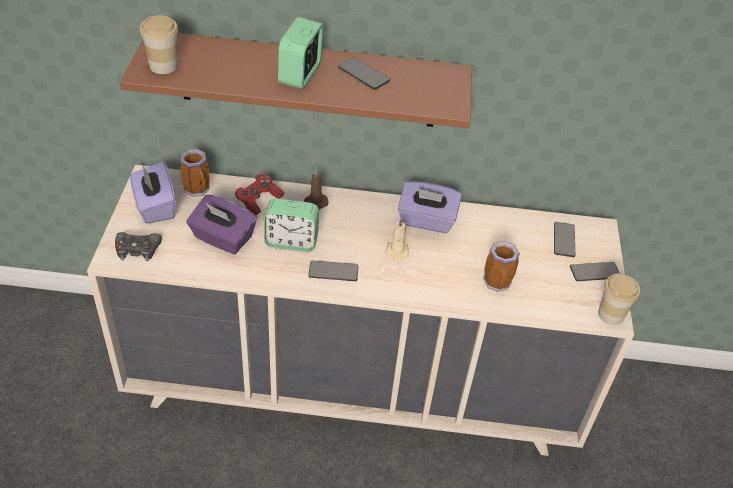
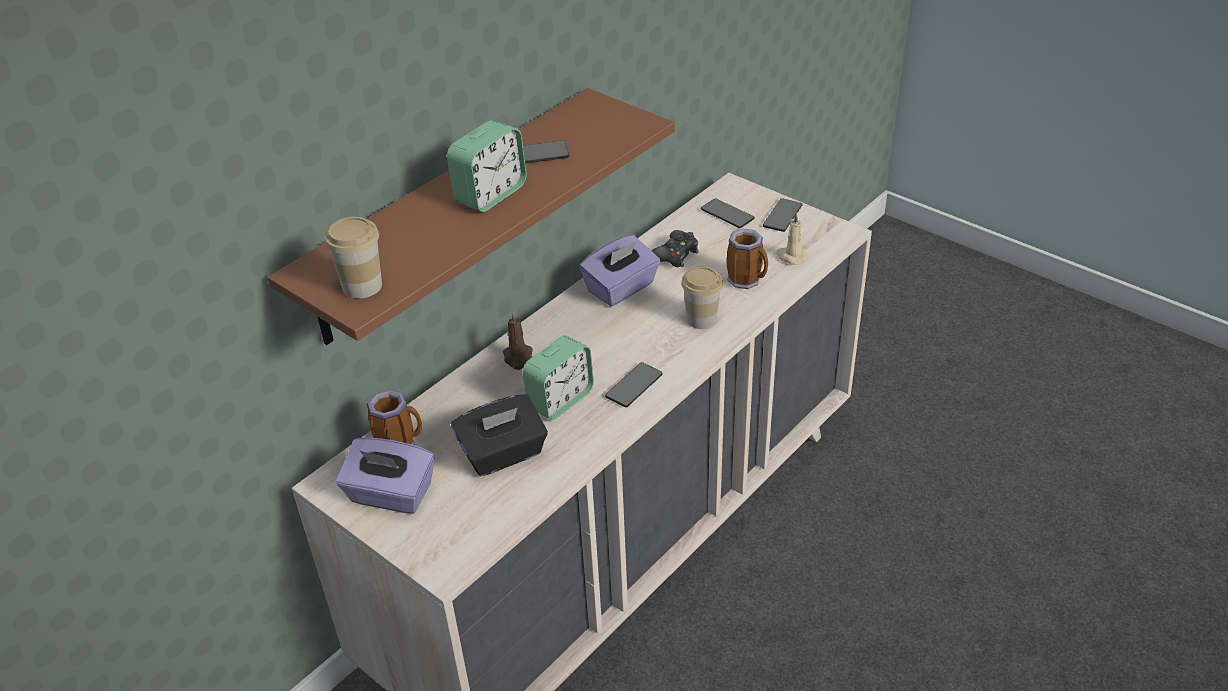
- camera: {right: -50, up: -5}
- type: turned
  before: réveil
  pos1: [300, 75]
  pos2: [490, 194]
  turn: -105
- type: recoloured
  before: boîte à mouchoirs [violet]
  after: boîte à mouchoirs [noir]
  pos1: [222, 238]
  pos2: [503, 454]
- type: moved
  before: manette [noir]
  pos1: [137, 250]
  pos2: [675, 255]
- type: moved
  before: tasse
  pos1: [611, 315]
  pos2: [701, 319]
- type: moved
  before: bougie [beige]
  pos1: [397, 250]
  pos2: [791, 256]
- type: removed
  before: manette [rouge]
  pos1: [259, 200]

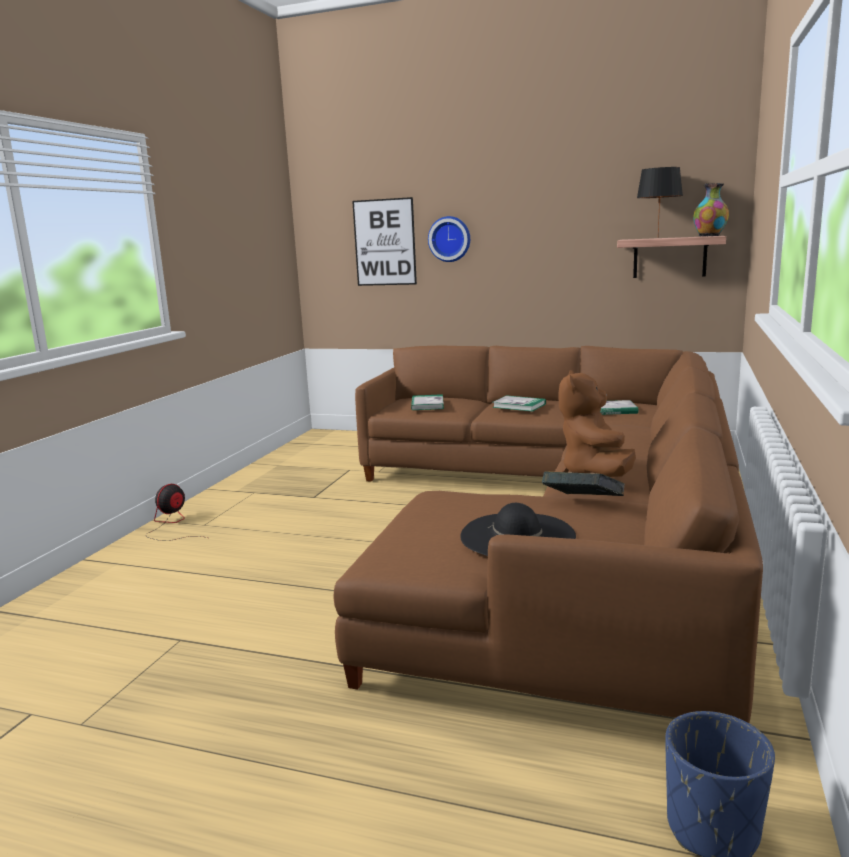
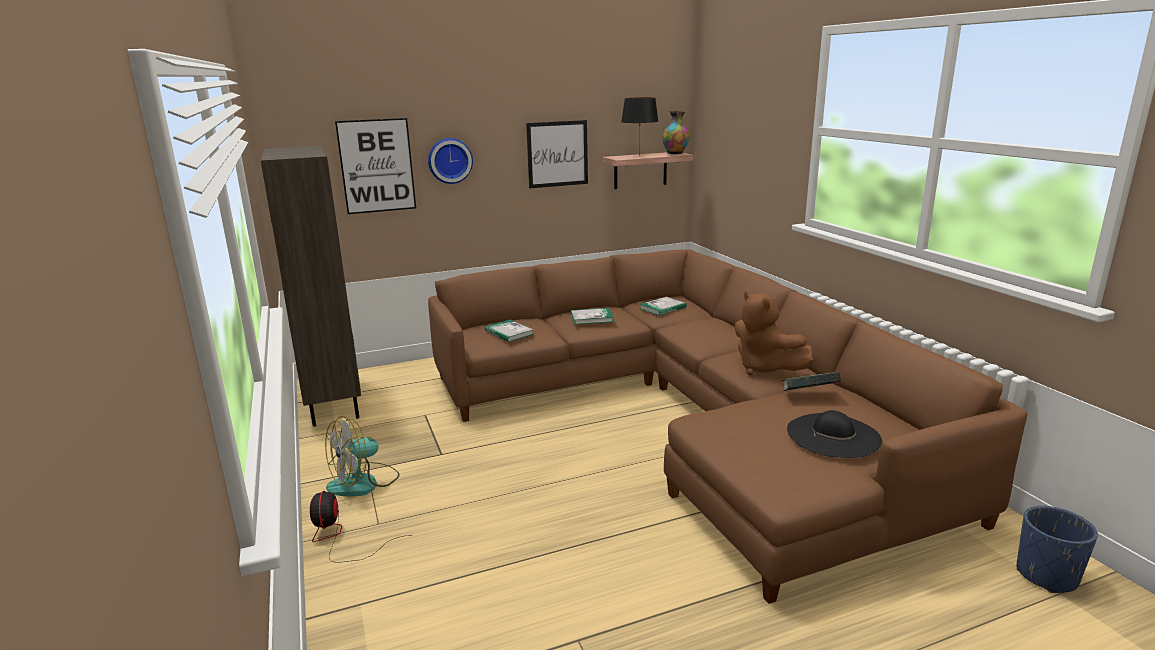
- camera: {right: -40, up: 5}
- type: added
  after: bibliothèque [marron]
  pos2: [332, 403]
- type: added
  after: ventilateur
  pos2: [364, 483]
- type: added
  after: tableau
  pos2: [557, 154]

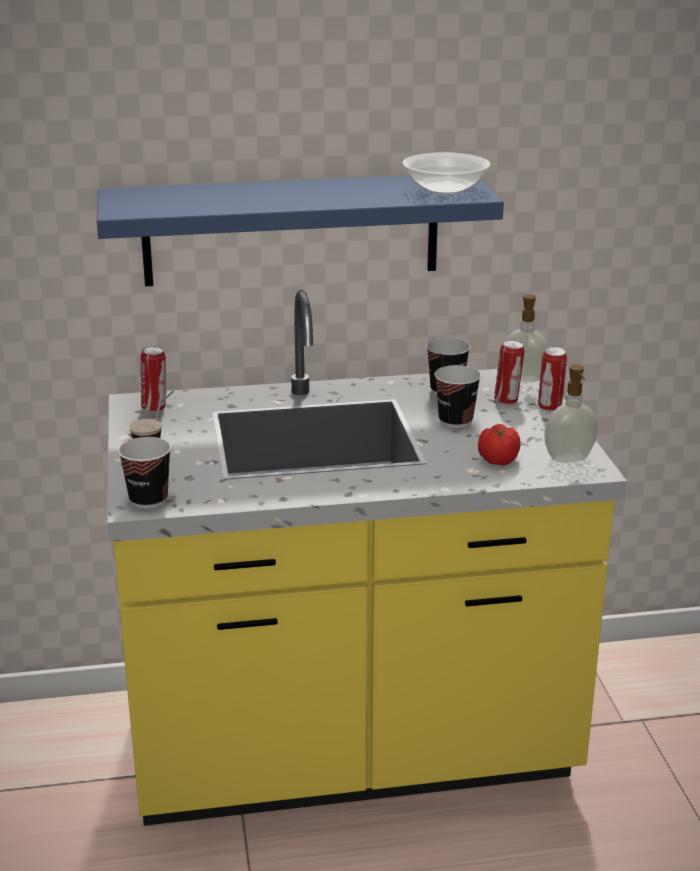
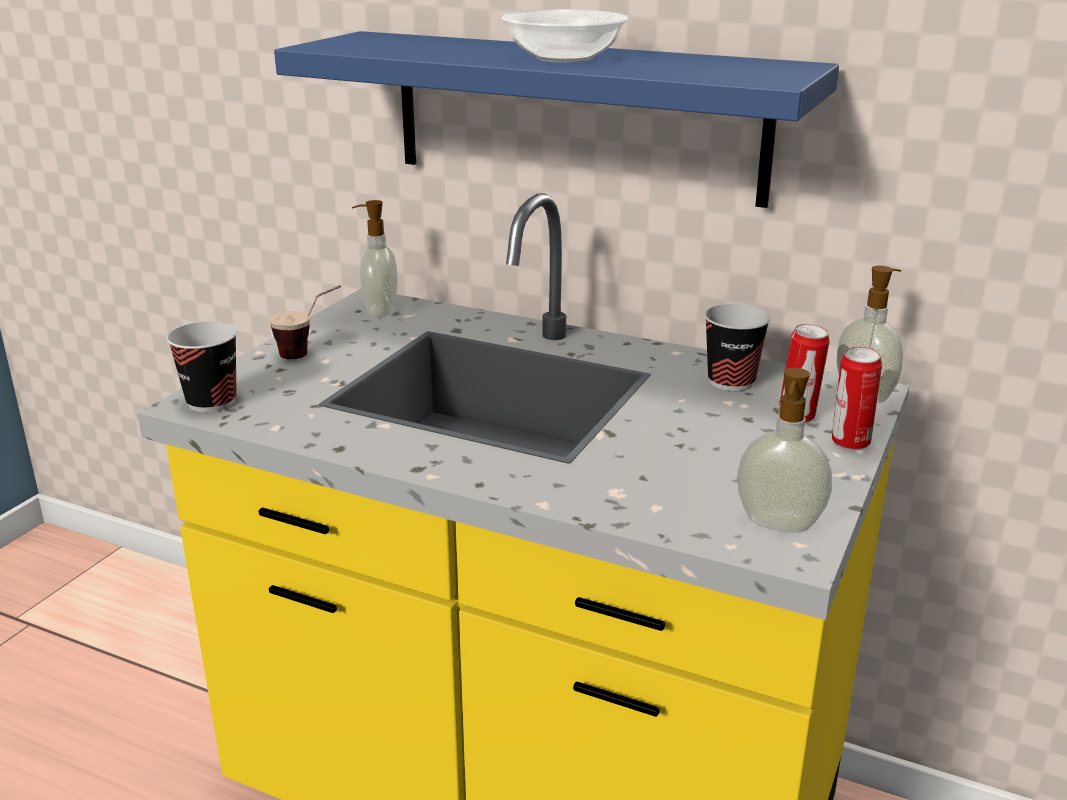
- camera: {right: 35, up: 0}
- type: replaced
  before: boîte métallique
  after: distributeur de savon
  pos1: [155, 408]
  pos2: [379, 311]
- type: moved
  before: bol
  pos1: [445, 189]
  pos2: [565, 58]
- type: removed
  before: tasse
  pos1: [455, 421]
- type: removed
  before: tomate
  pos1: [499, 460]

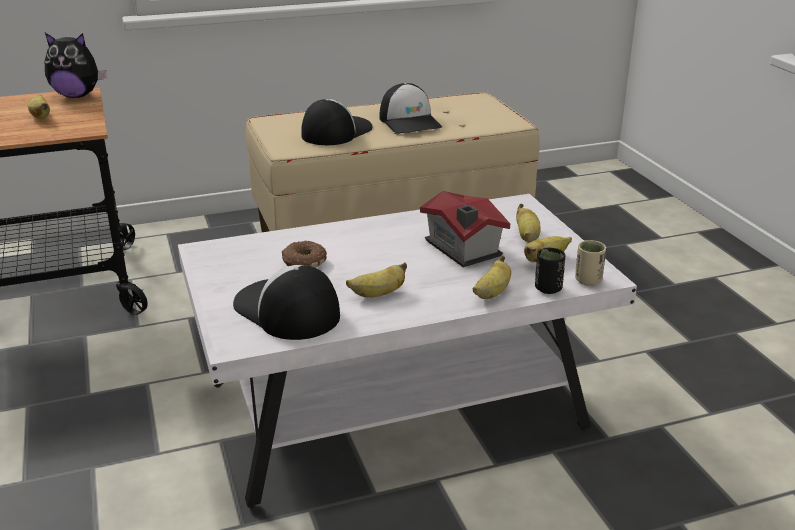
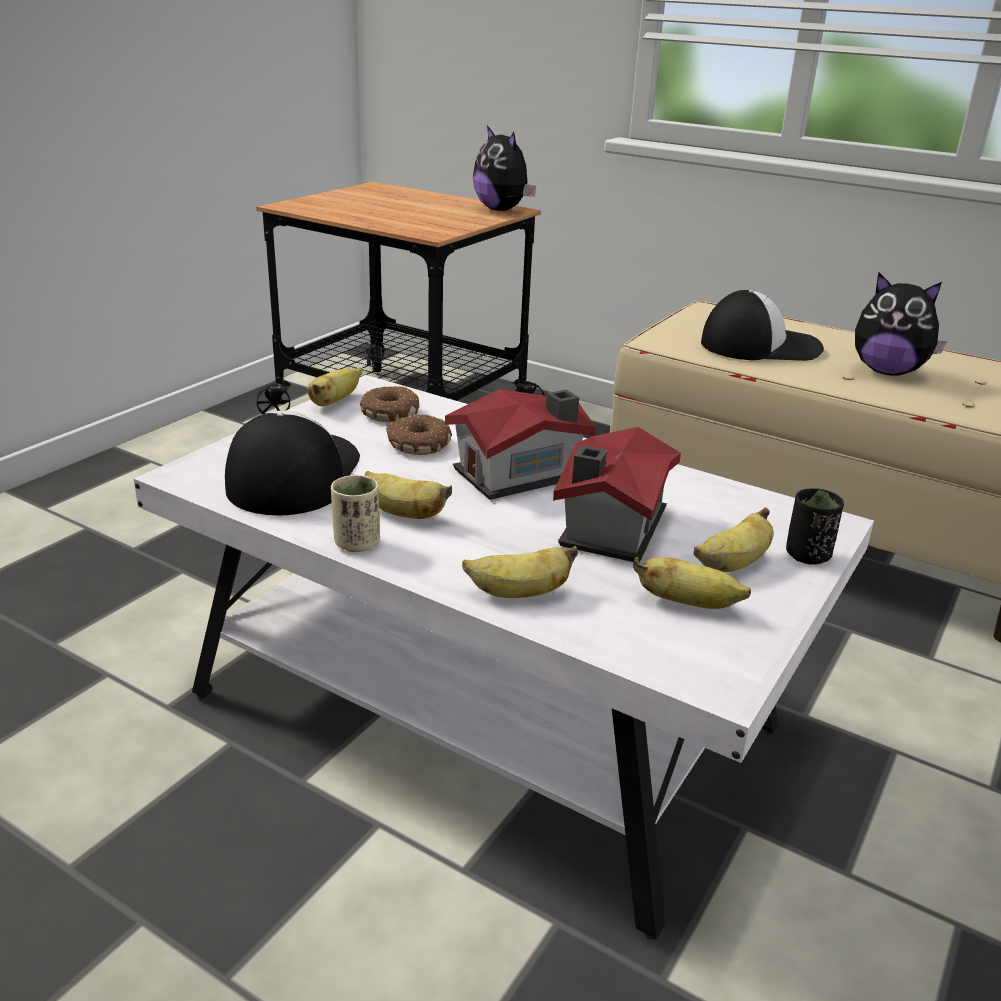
- camera: {right: 50, up: 0}
- type: moved
  before: banane
  pos1: [41, 117]
  pos2: [334, 402]
- type: moved
  before: tasse [beige]
  pos1: [588, 280]
  pos2: [357, 543]
- type: added
  after: beignet
  pos2: [389, 413]
- type: added
  after: maison miniature
  pos2: [521, 475]
- type: moved
  before: tasse [noir]
  pos1: [548, 288]
  pos2: [807, 555]
- type: replaced
  before: casquette
  after: peluche
  pos1: [410, 122]
  pos2: [887, 372]

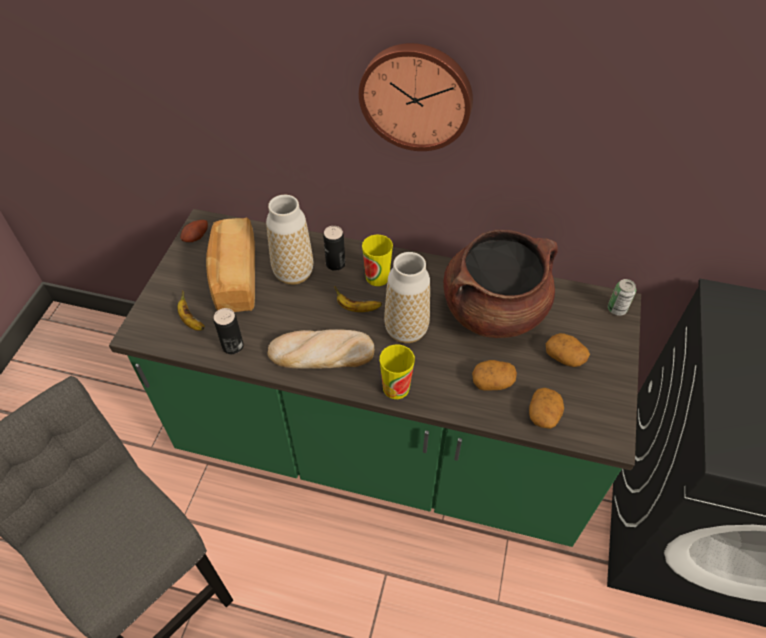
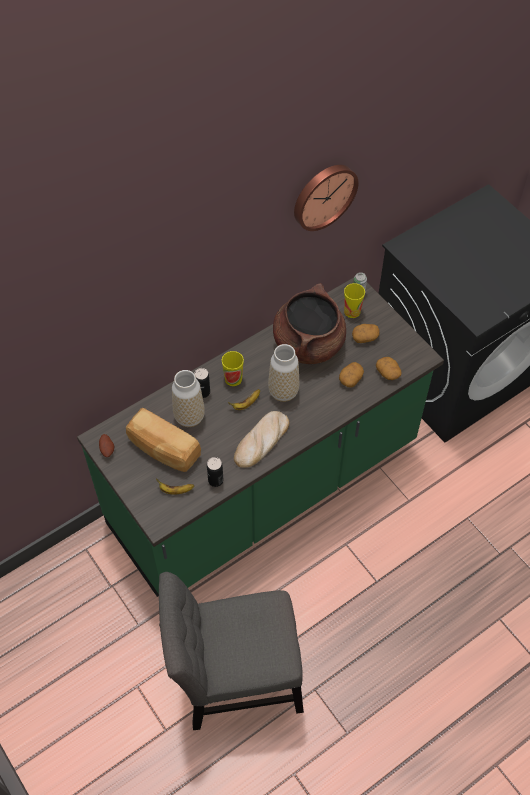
- camera: {right: -50, up: 5}
- type: moved
  before: horloge murale
  pos1: [416, 96]
  pos2: [323, 195]
- type: moved
  before: tasse
  pos1: [396, 388]
  pos2: [352, 311]

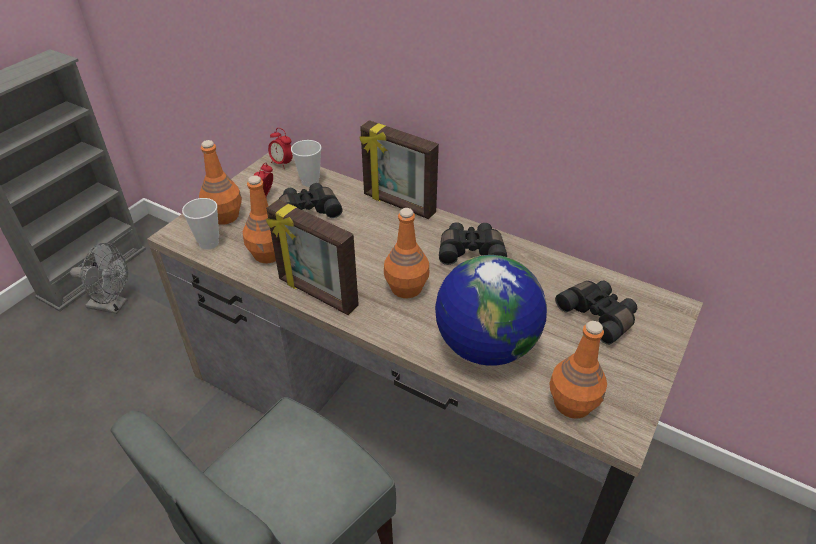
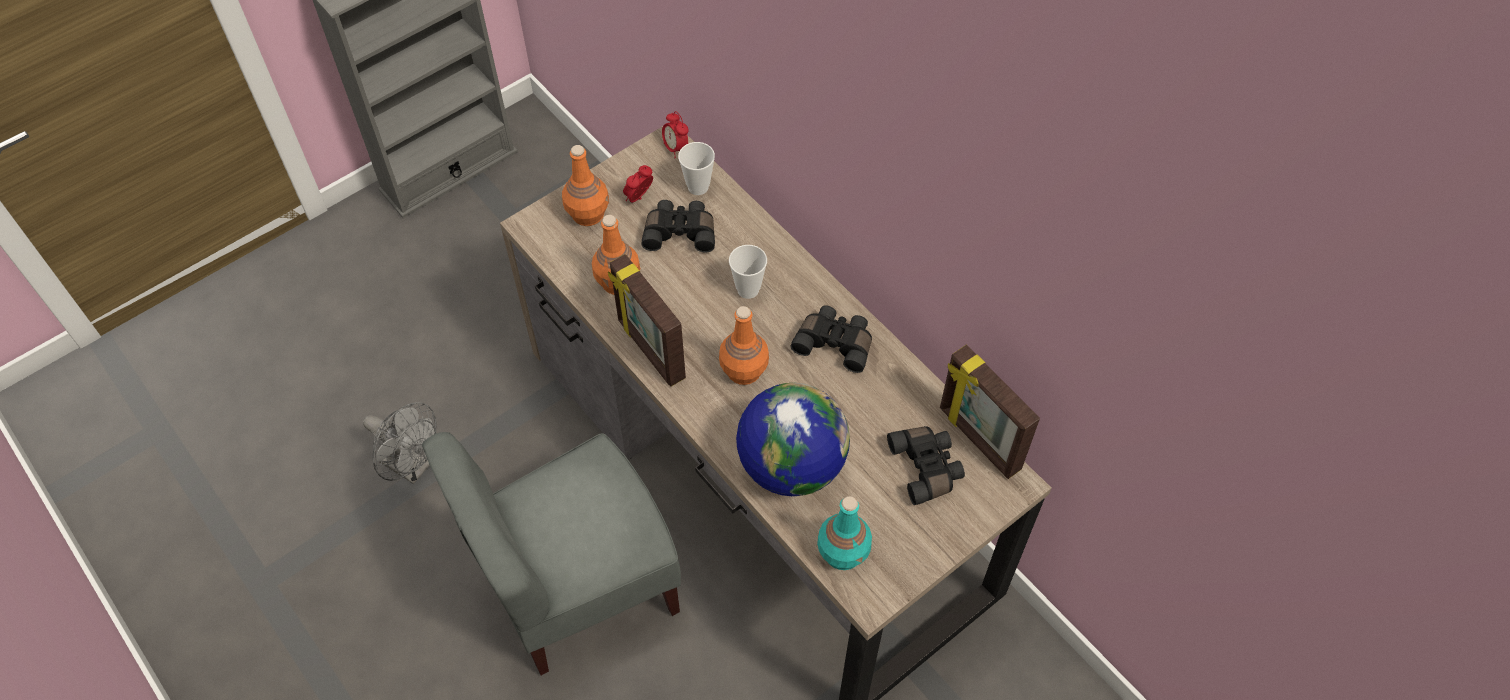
- camera: {right: 20, up: 15}
- type: moved
  before: ventilateur [gris]
  pos1: [113, 305]
  pos2: [412, 466]
- type: moved
  before: tasse
  pos1: [209, 243]
  pos2: [748, 289]
- type: recoloured
  before: bouteille [orange]
  after: bouteille [turquoise]
  pos1: [572, 402]
  pos2: [843, 552]
- type: moved
  before: cadre photo
  pos1: [398, 204]
  pos2: [978, 440]

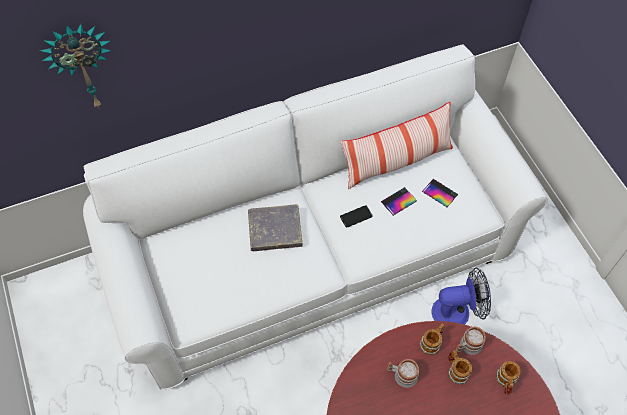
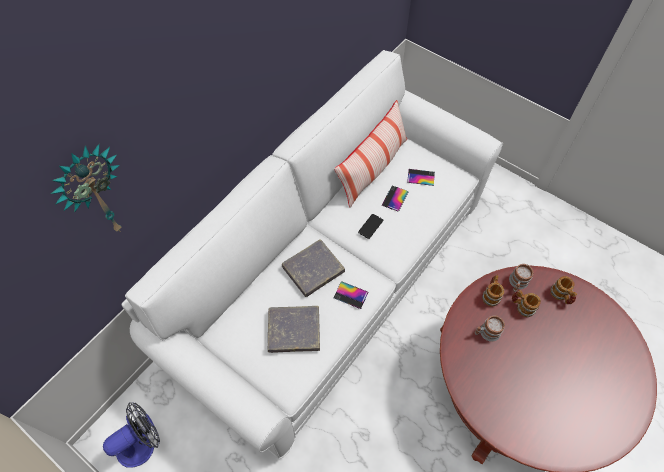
- camera: {right: -30, up: 0}
- type: moved
  before: ventilateur
  pos1: [457, 311]
  pos2: [142, 442]
- type: added
  after: livre [gris]
  pos2: [294, 330]
- type: added
  after: téléphone
  pos2: [350, 295]

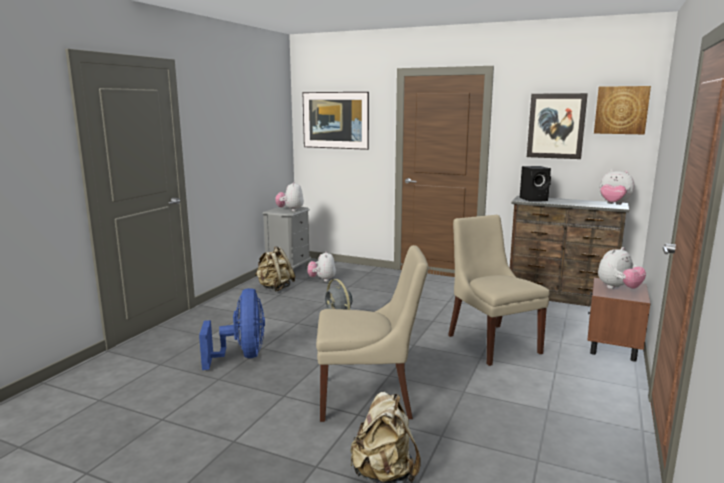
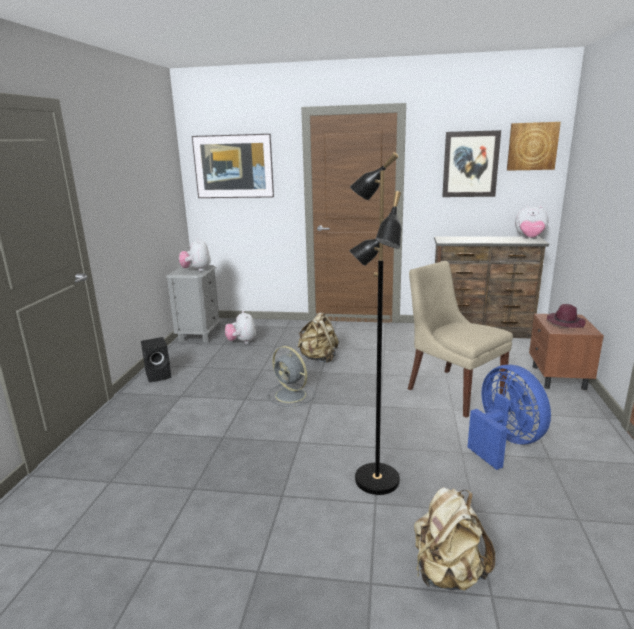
- camera: {right: -15, up: 5}
- type: moved
  before: enceinte [noir]
  pos1: [534, 199]
  pos2: [159, 375]
- type: moved
  before: sac à dos [beige]
  pos1: [275, 288]
  pos2: [319, 358]
- type: replaced
  before: chaise [beige]
  after: lampadaire [noir]
  pos1: [369, 398]
  pos2: [375, 480]
- type: moved
  before: ventilateur [bleu]
  pos1: [242, 356]
  pos2: [504, 442]
- type: replaced
  before: peluche
  after: chapeau [violet]
  pos1: [618, 288]
  pos2: [564, 323]

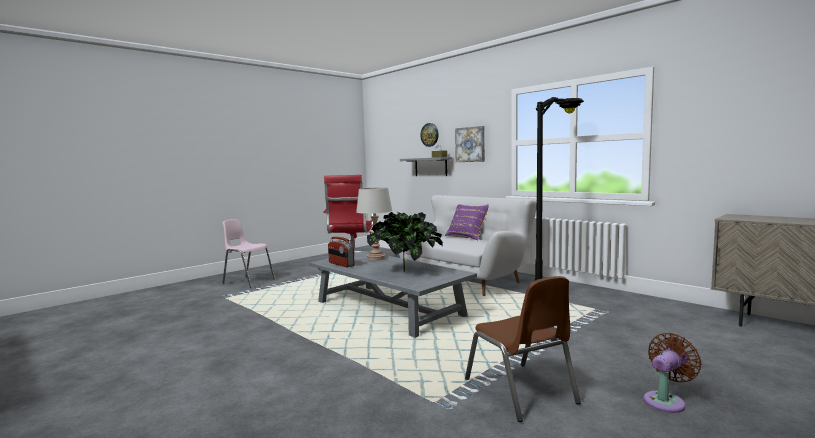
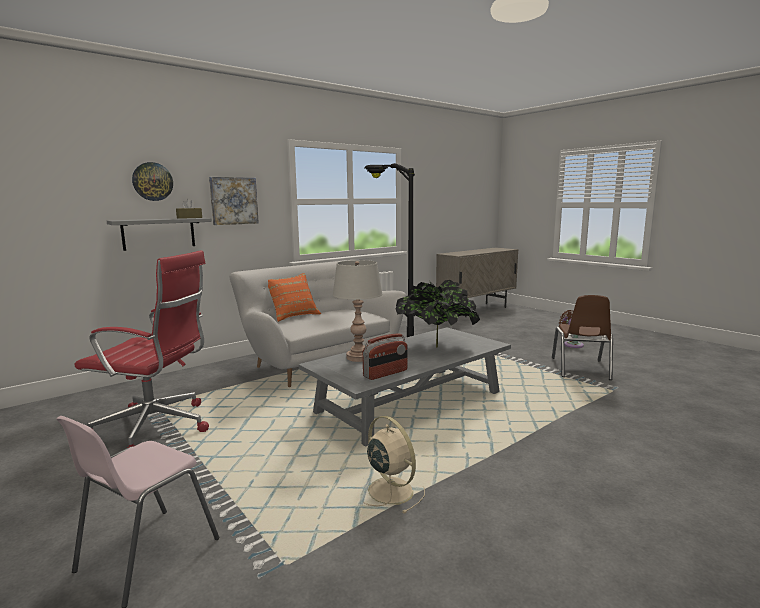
- camera: {right: -85, up: 5}
- type: recoloured
  before: coussin [violet]
  after: coussin [orange]
  pos1: [467, 236]
  pos2: [293, 316]
- type: added
  after: ventilateur [beige]
  pos2: [389, 490]
- type: turned
  before: chaise [marron]
  pos1: [520, 391]
  pos2: [580, 369]
  turn: 120

